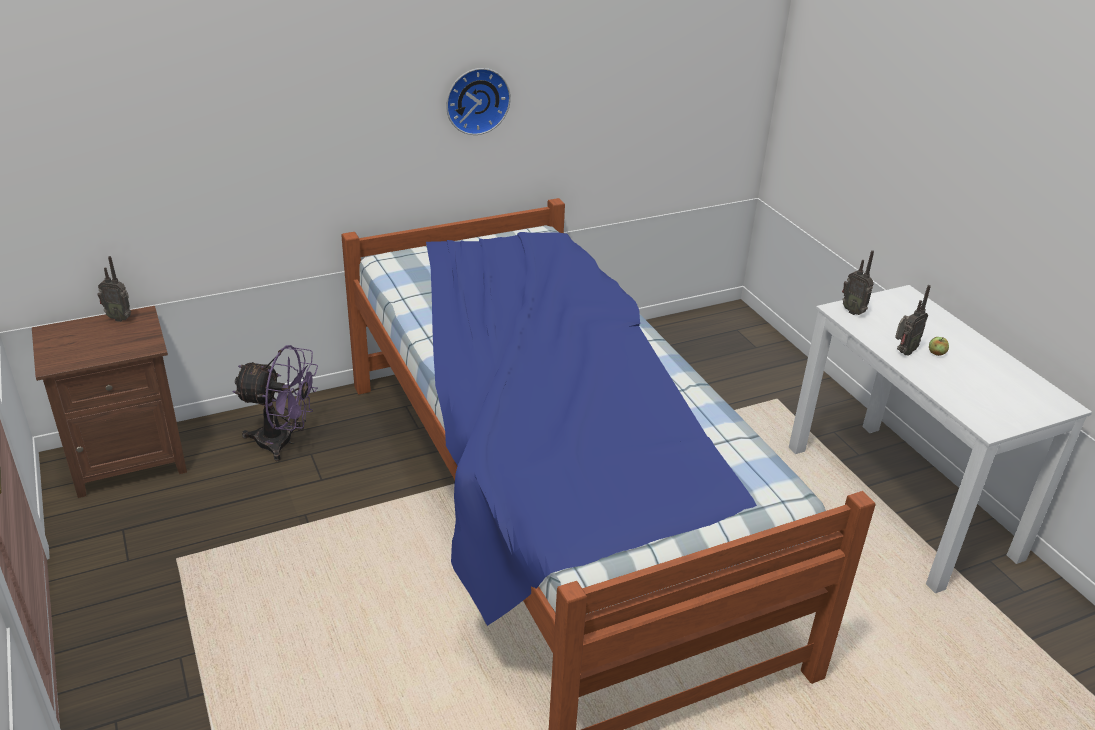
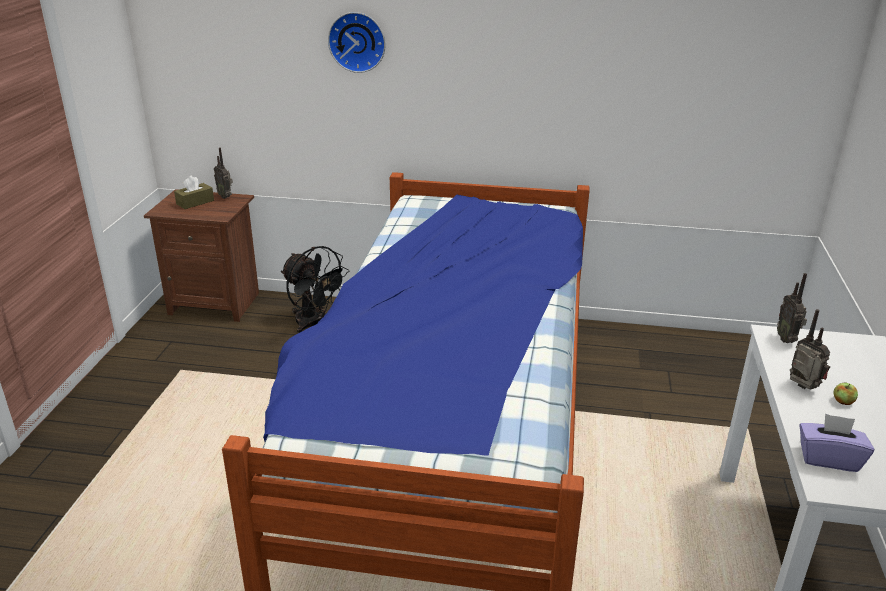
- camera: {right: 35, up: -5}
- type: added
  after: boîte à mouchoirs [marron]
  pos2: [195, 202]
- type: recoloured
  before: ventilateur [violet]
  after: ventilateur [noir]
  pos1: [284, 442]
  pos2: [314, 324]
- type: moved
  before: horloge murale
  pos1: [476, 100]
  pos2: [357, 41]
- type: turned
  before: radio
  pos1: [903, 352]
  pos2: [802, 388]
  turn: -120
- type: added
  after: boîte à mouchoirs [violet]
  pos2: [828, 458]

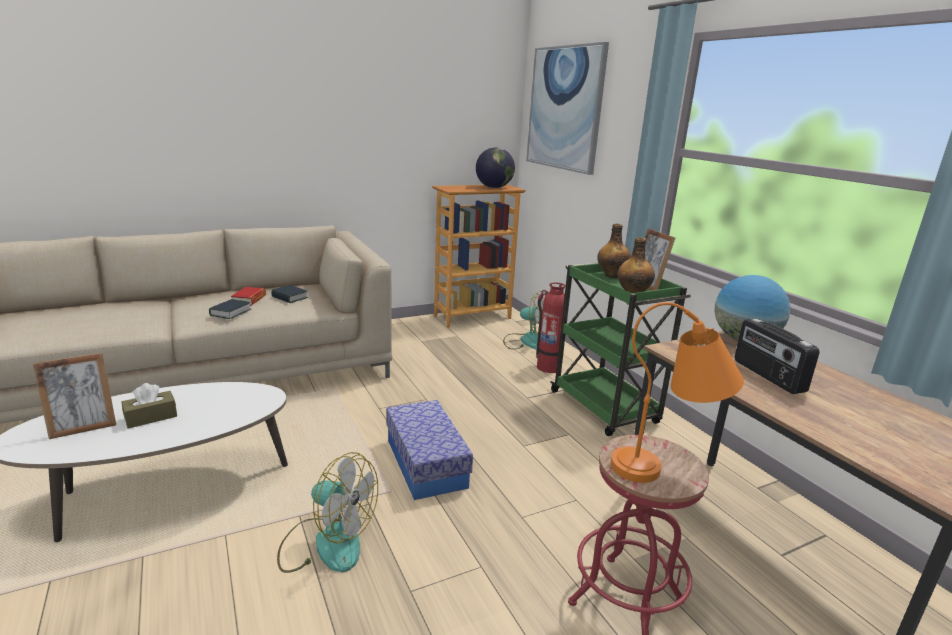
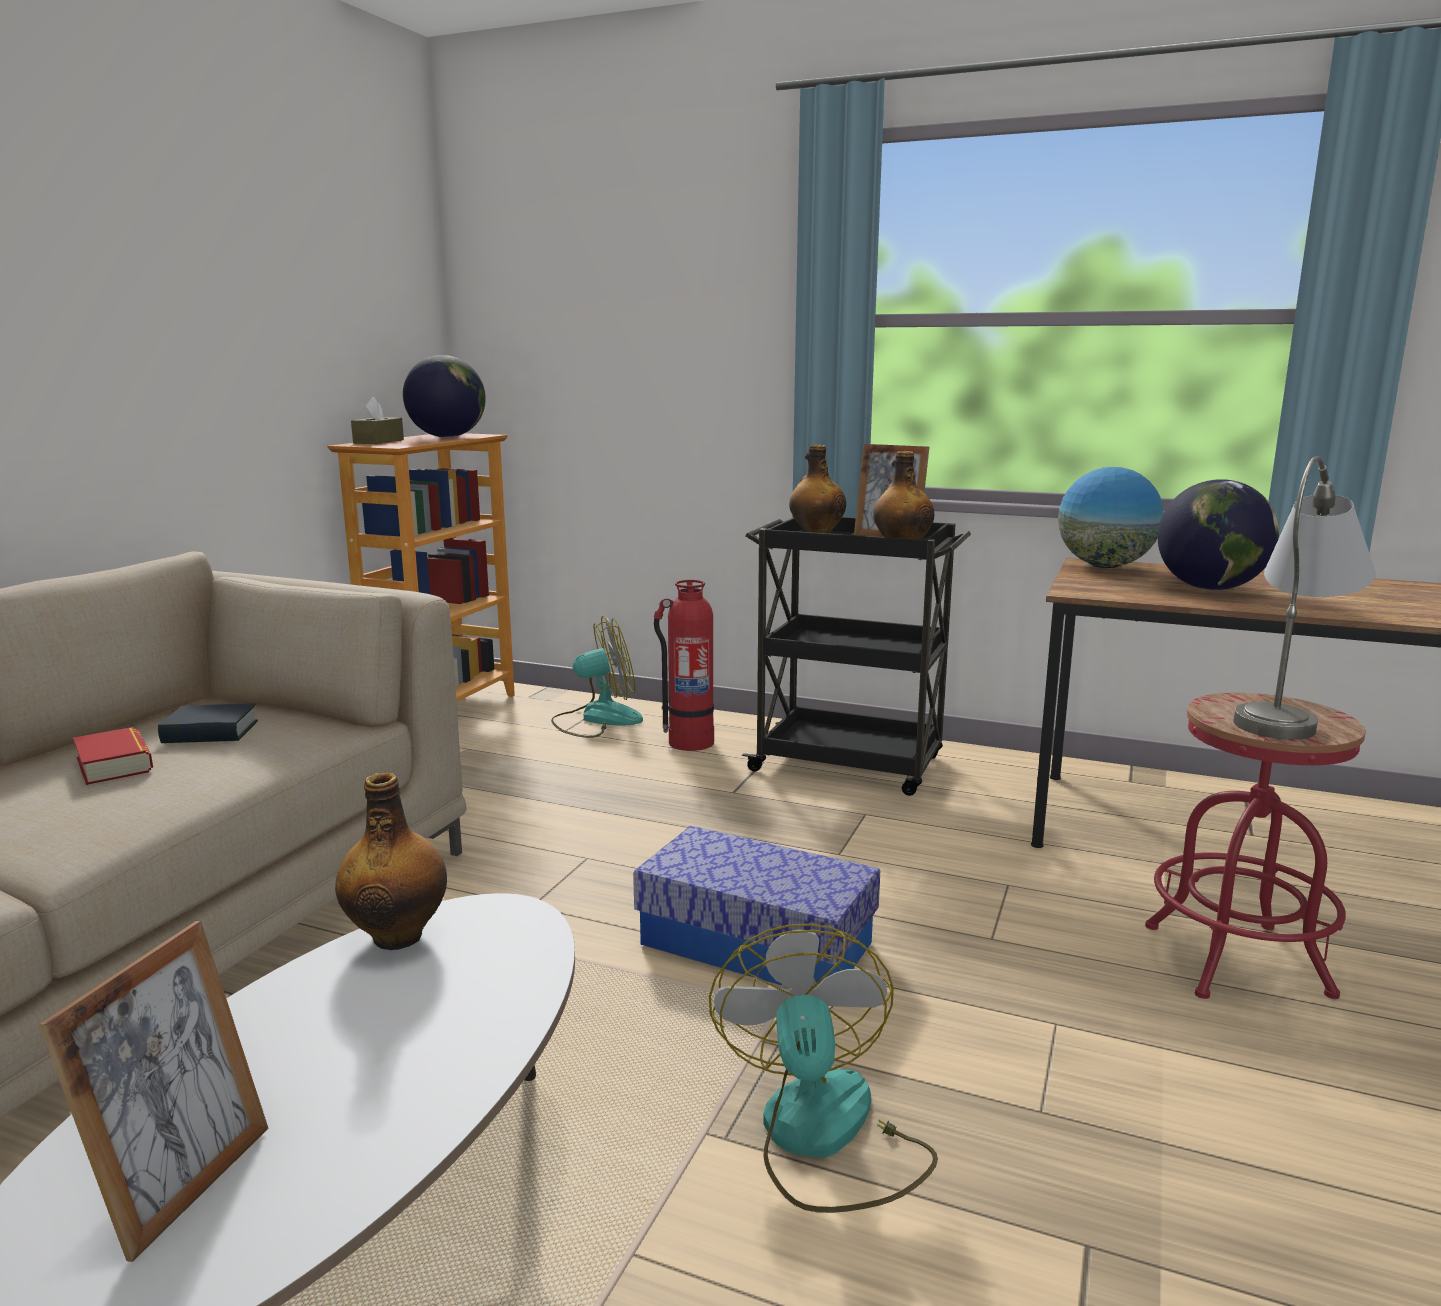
- camera: {right: -40, up: -5}
- type: added
  after: bouteille
  pos2: [398, 935]
- type: moved
  before: boîte à mouchoirs [marron]
  pos1: [151, 417]
  pos2: [378, 441]
- type: turned
  before: ventilateur
  pos1: [327, 543]
  pos2: [823, 1137]
  turn: -75
- type: recoloured
  before: chariot [vert]
  after: chariot [noir]
  pos1: [605, 408]
  pos2: [850, 765]
- type: replaced
  before: radio
  after: globe
  pos1: [767, 376]
  pos2: [1210, 588]
- type: recoloured
  before: lampe de table [orange]
  after: lampe de table [gris]
  pos1: [667, 466]
  pos2: [1290, 713]
- type: removed
  before: livre
  pos1: [230, 312]
- type: removed
  before: tableau
  pos1: [564, 108]

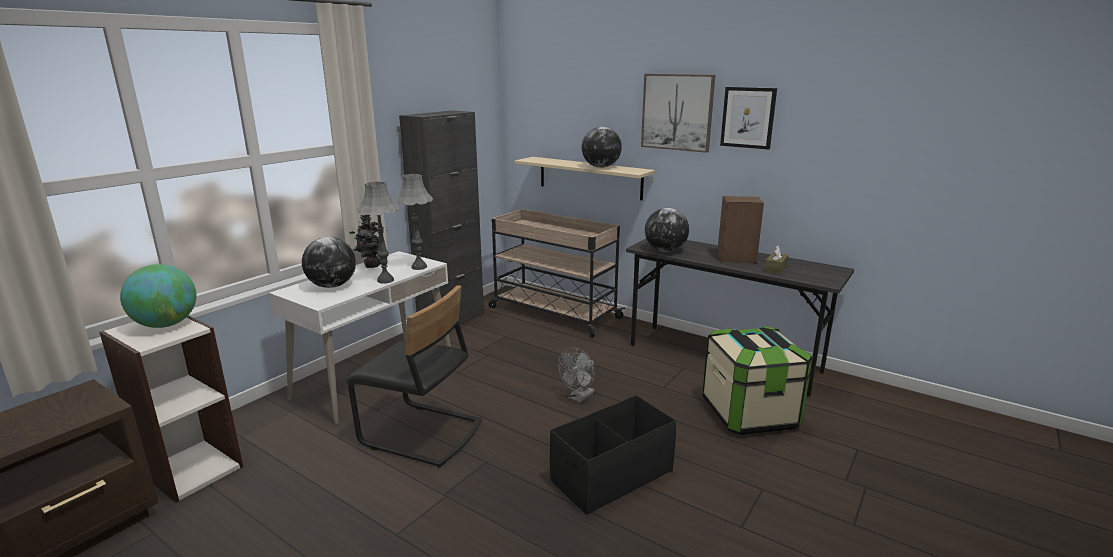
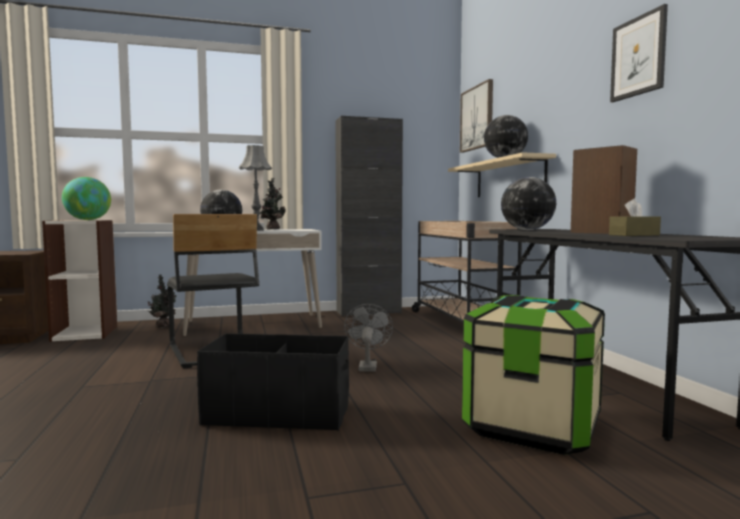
- camera: {right: 40, up: -15}
- type: added
  after: plante en pot
  pos2: [163, 326]
- type: turned
  before: ventilateur [gris]
  pos1: [579, 398]
  pos2: [367, 366]
  turn: 105
- type: moved
  before: tableau
  pos1: [677, 112]
  pos2: [477, 118]
- type: removed
  before: lampe de table [gris]
  pos1: [419, 267]

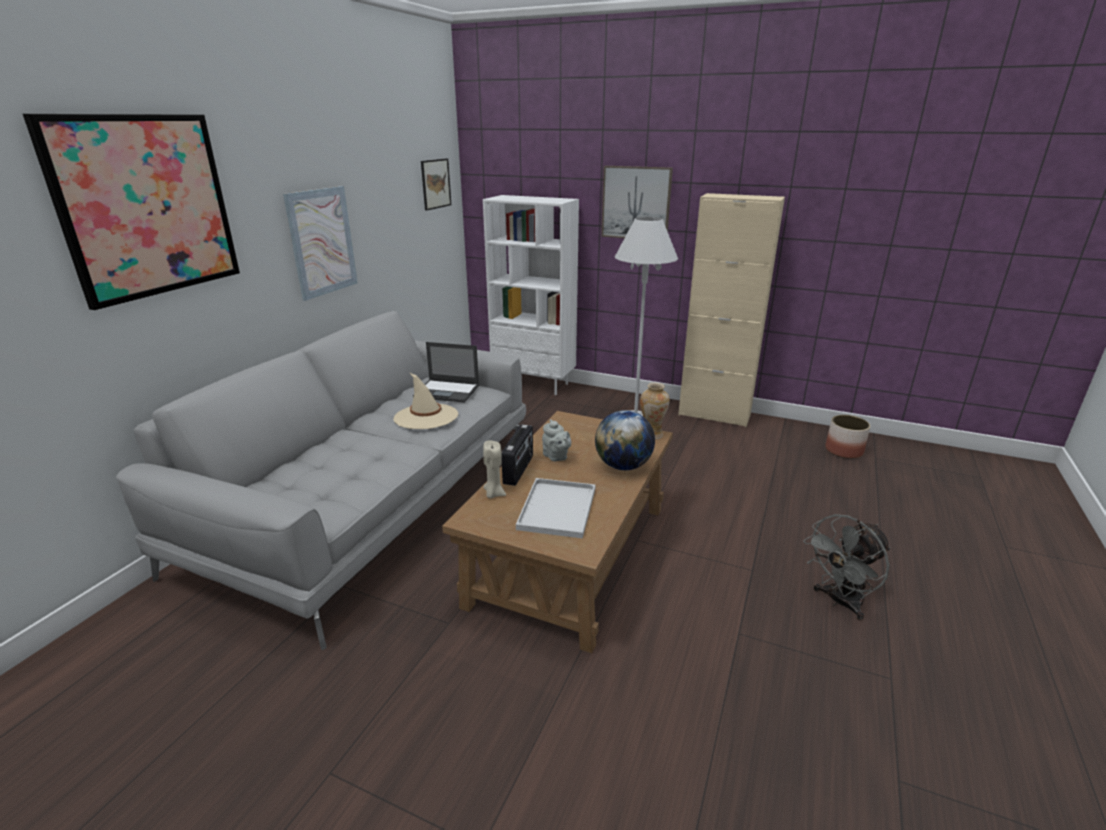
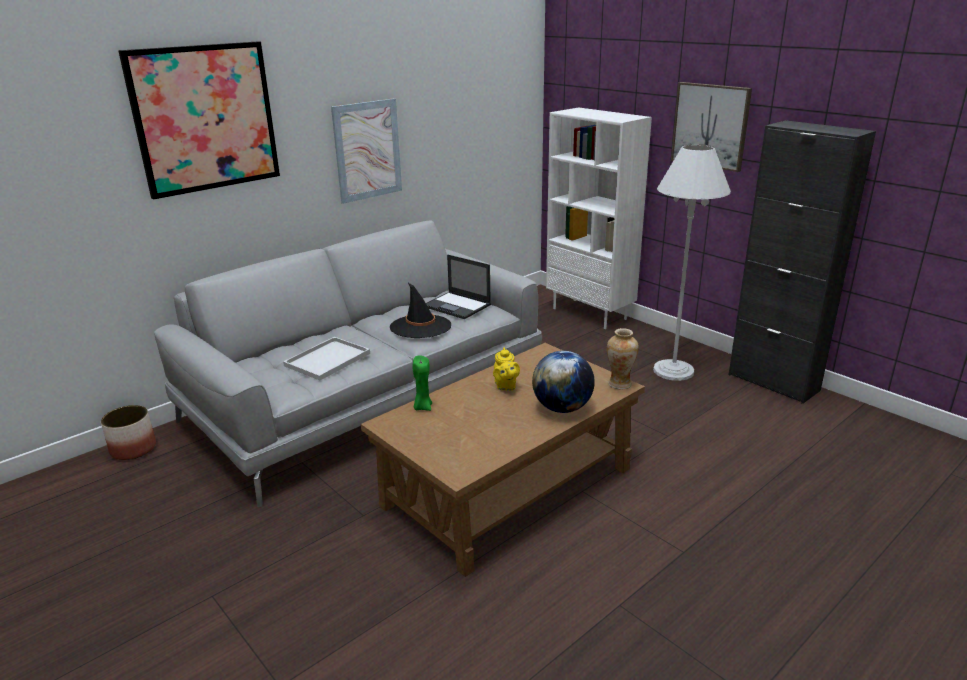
- camera: {right: 25, up: 0}
- type: moved
  before: cache-pot
  pos1: [843, 451]
  pos2: [133, 449]
- type: moved
  before: plateau [blanc]
  pos1: [558, 510]
  pos2: [327, 360]
- type: recoloured
  before: chapeau [beige]
  after: chapeau [noir]
  pos1: [426, 417]
  pos2: [420, 327]
- type: recoloured
  before: bougie [beige]
  after: bougie [vert]
  pos1: [493, 494]
  pos2: [422, 407]
- type: recoloured
  before: théière [gris]
  after: théière [jaune]
  pos1: [556, 457]
  pos2: [505, 386]
- type: recoloured
  before: meuble de rangement [beige]
  after: meuble de rangement [noir]
  pos1: [714, 415]
  pos2: [773, 382]
- type: removed
  before: tableau
  pos1: [435, 184]
- type: removed
  before: radio
  pos1: [519, 470]
- type: removed
  before: ventilateur [gris]
  pos1: [839, 602]

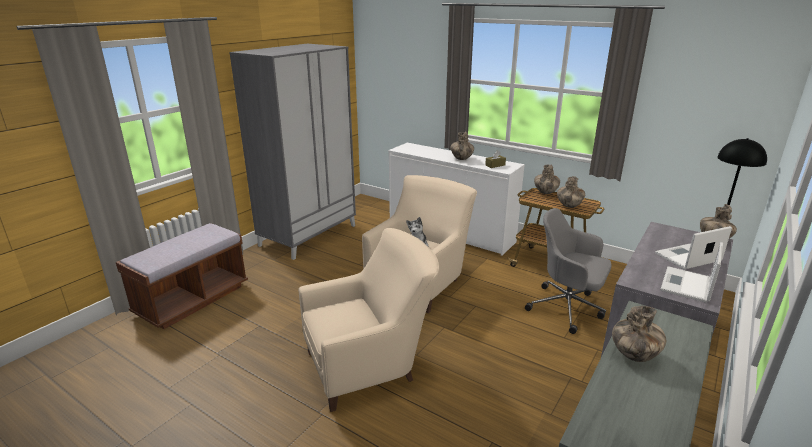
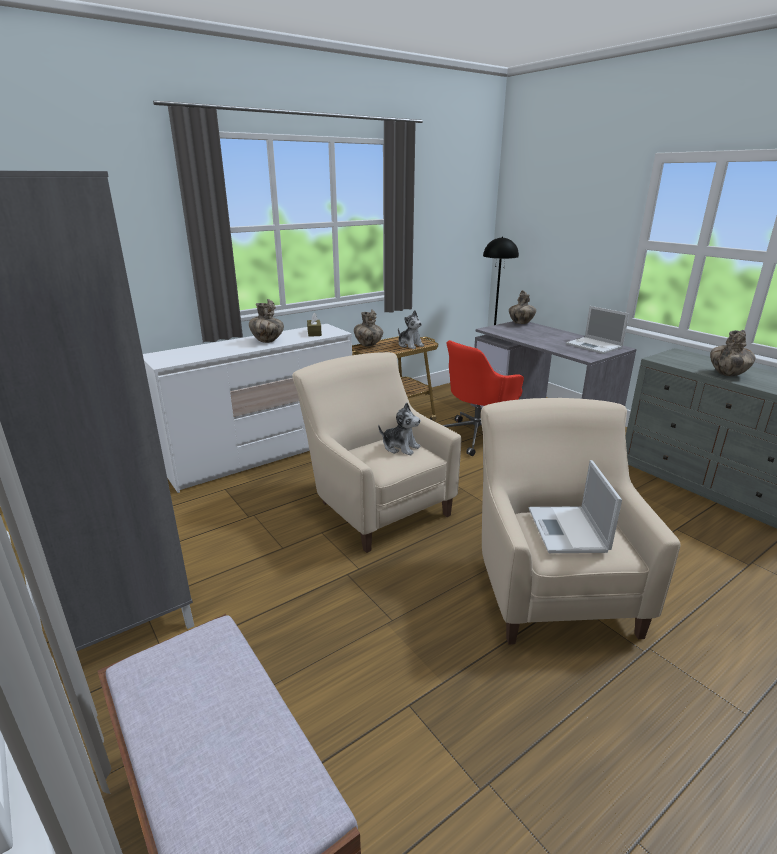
- camera: {right: -70, up: 0}
- type: replaced
  before: vase
  after: peluche
  pos1: [569, 206]
  pos2: [410, 345]
- type: recoloured
  before: chaise de bureau [gris]
  after: chaise de bureau [rouge]
  pos1: [567, 308]
  pos2: [477, 436]
- type: moved
  before: ordinateur portable
  pos1: [687, 257]
  pos2: [568, 531]

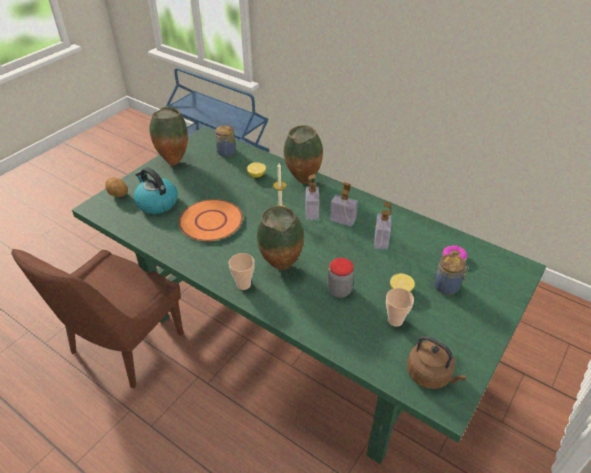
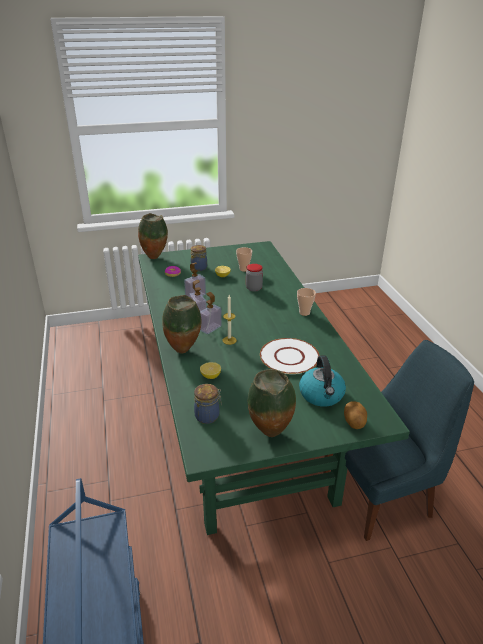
- camera: {right: -140, up: -10}
- type: moved
  before: vase
  pos1: [281, 268]
  pos2: [155, 257]
- type: recoloured
  before: assiette [orange]
  after: assiette [blanc]
  pos1: [210, 221]
  pos2: [289, 357]
- type: recoloured
  before: chaise [marron]
  after: chaise [bleu]
  pos1: [124, 346]
  pos2: [380, 494]
- type: removed
  before: bouilloire [marron]
  pos1: [430, 375]

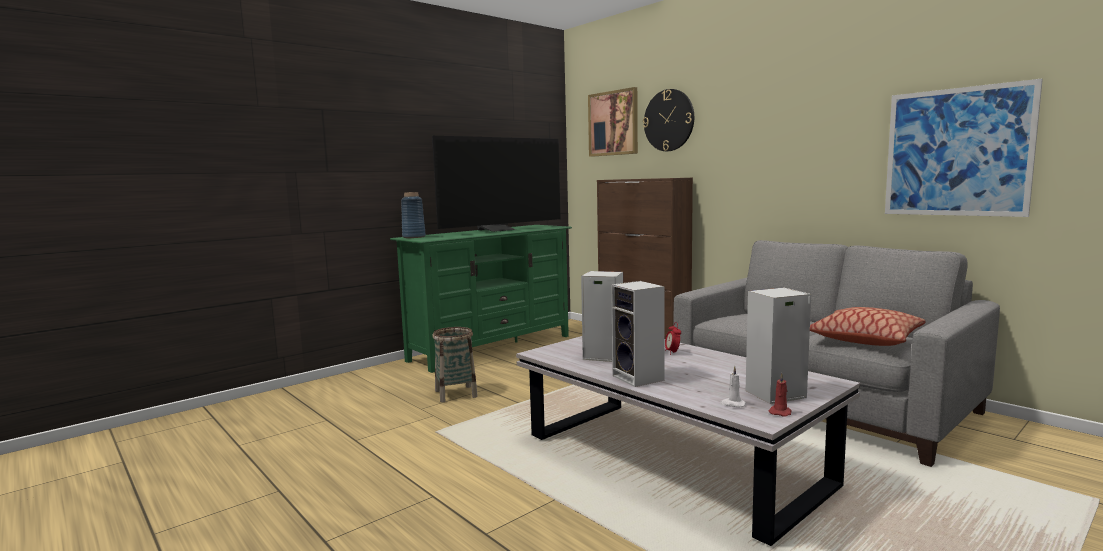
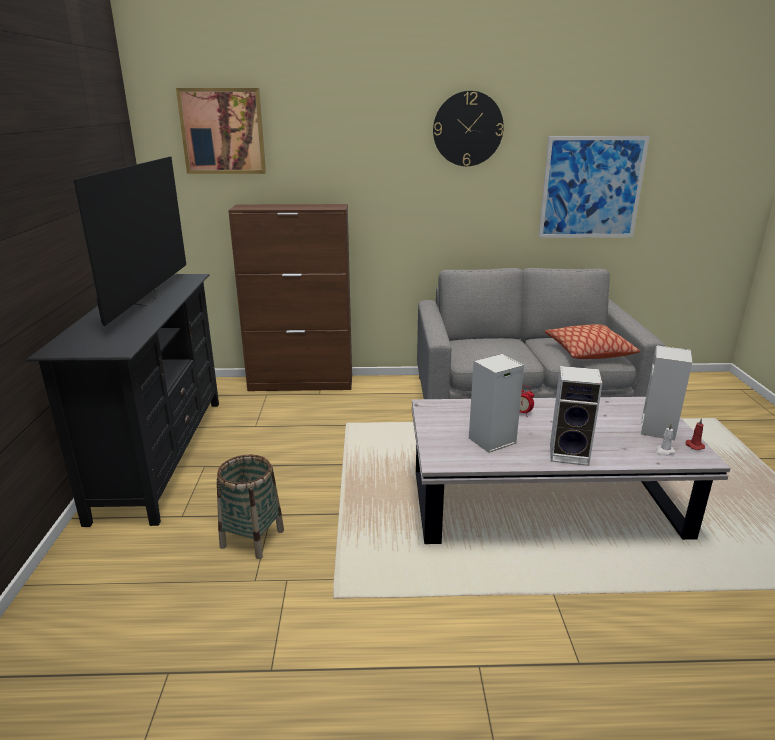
- camera: {right: -50, up: 15}
- type: recoloured
  before: meuble télé [vert]
  after: meuble télé [noir]
  pos1: [491, 348]
  pos2: [160, 455]
- type: moved
  before: horloge murale
  pos1: [669, 120]
  pos2: [467, 129]
- type: removed
  before: vase [bleu]
  pos1: [414, 237]

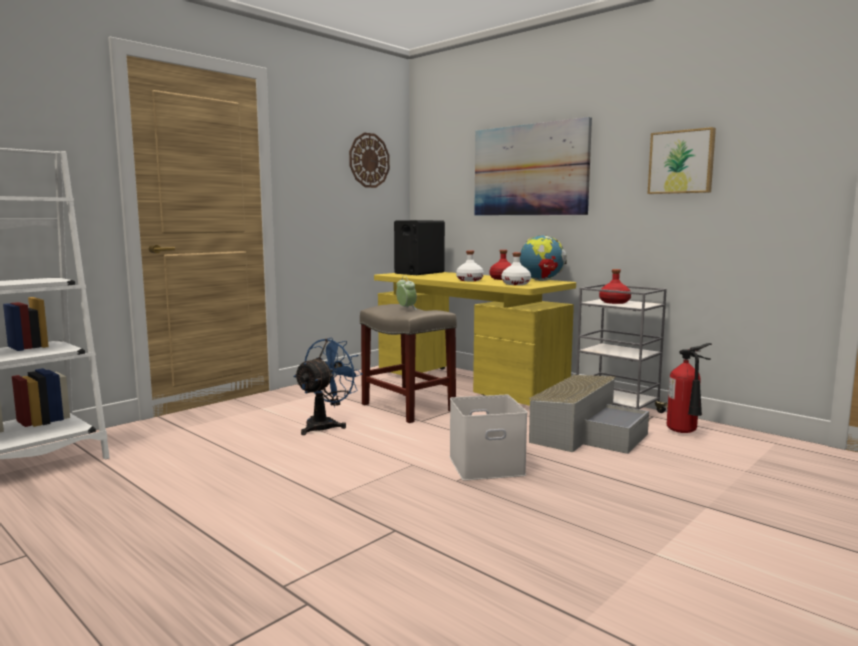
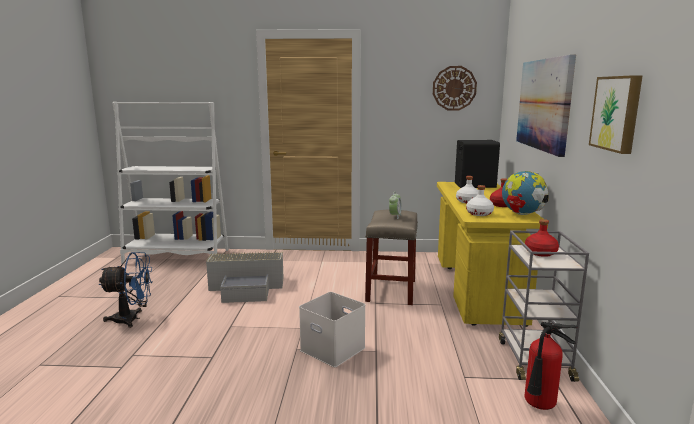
- camera: {right: 50, up: 5}
- type: moved
  before: ventilateur [bleu]
  pos1: [325, 425]
  pos2: [132, 319]
- type: moved
  before: boîte de rangement [gris]
  pos1: [586, 433]
  pos2: [247, 287]

